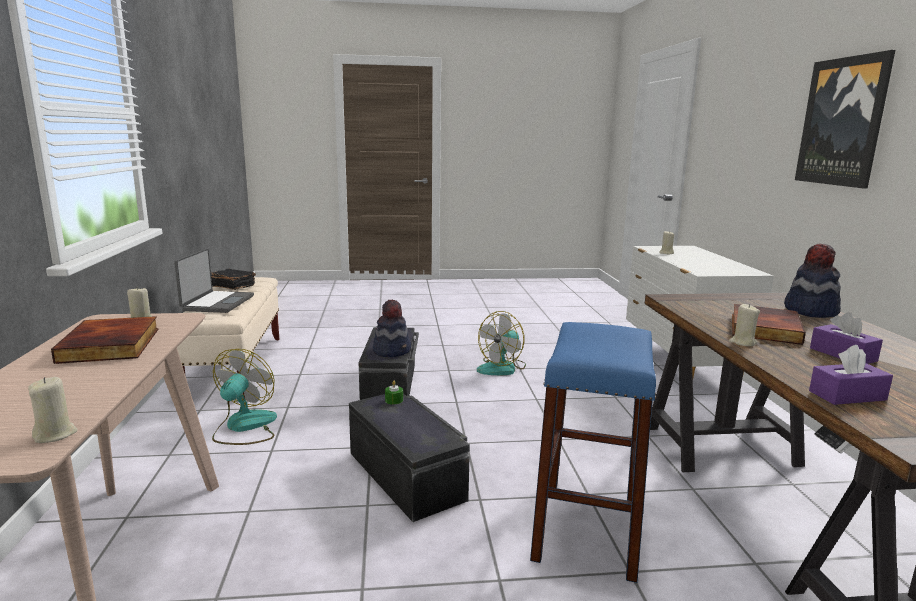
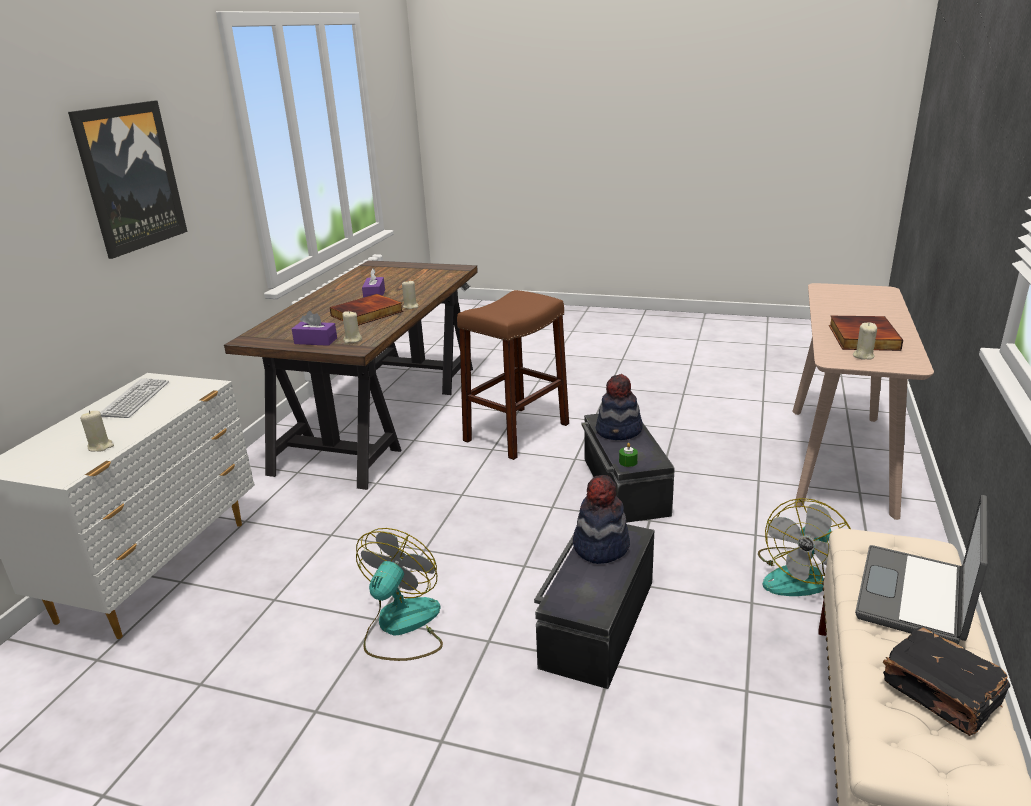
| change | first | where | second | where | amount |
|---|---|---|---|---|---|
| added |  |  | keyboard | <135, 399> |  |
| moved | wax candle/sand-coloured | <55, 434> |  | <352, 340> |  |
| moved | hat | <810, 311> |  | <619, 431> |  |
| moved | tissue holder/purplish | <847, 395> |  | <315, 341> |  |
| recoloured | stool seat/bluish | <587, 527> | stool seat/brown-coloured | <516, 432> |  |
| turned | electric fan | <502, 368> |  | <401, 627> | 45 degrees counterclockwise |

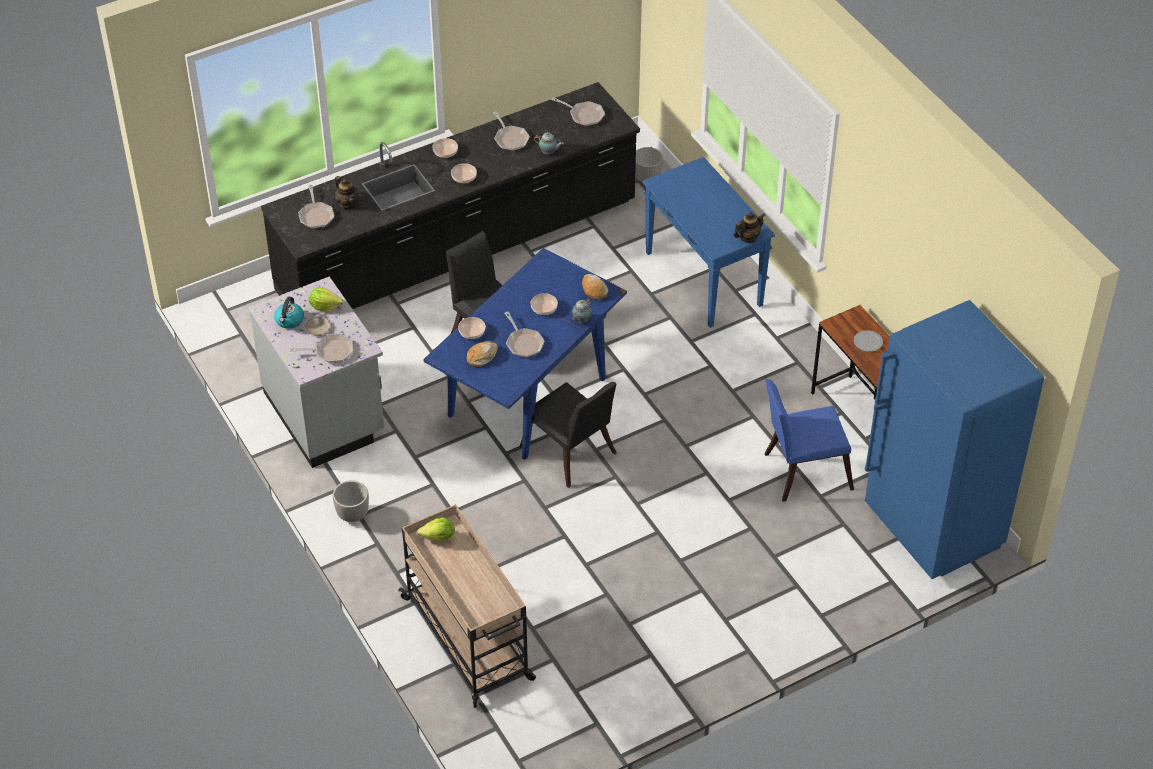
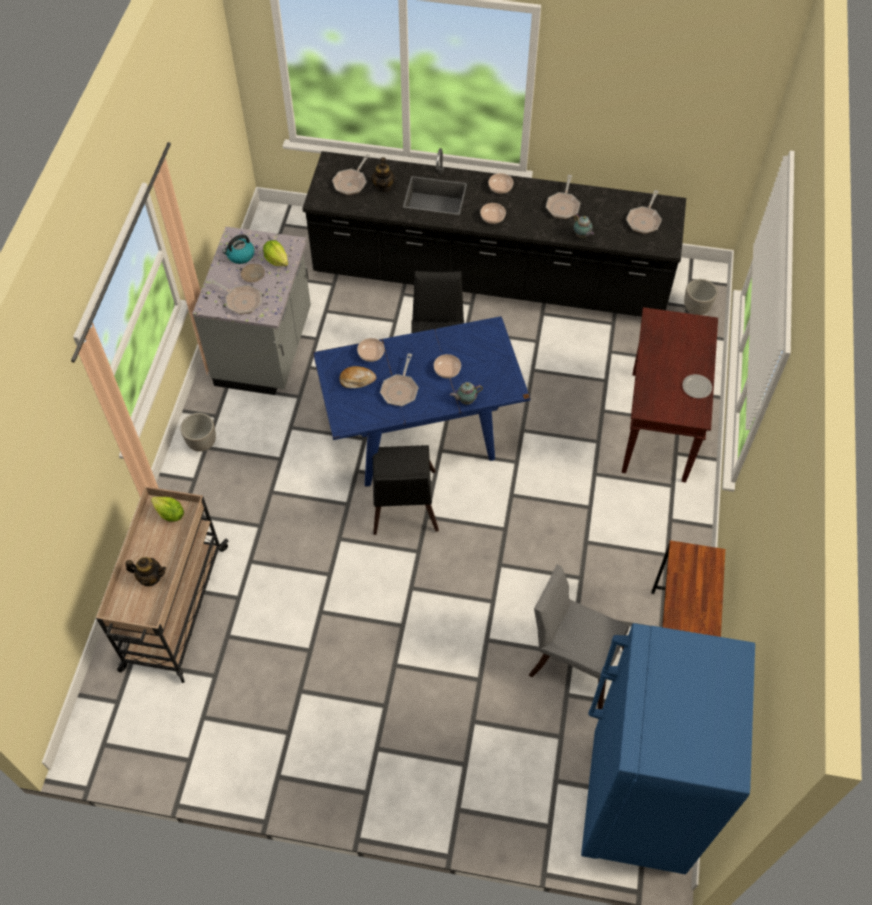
| change | first | where | second | where | amount |
|---|---|---|---|---|---|
| removed | baked bread | <594, 290> |  |  |  |
| moved | teapot | <748, 237> |  | <150, 577> |  |
| moved | plate | <867, 342> |  | <696, 387> |  |
| recoloured | narrow table/bluish | <704, 280> | narrow table/brown-coloured | <658, 427> |  |
| recoloured | chair/bluish | <802, 471> | chair/greyish | <572, 659> |  |
| turned | pan | <584, 115> |  | <644, 220> | 45 degrees clockwise |

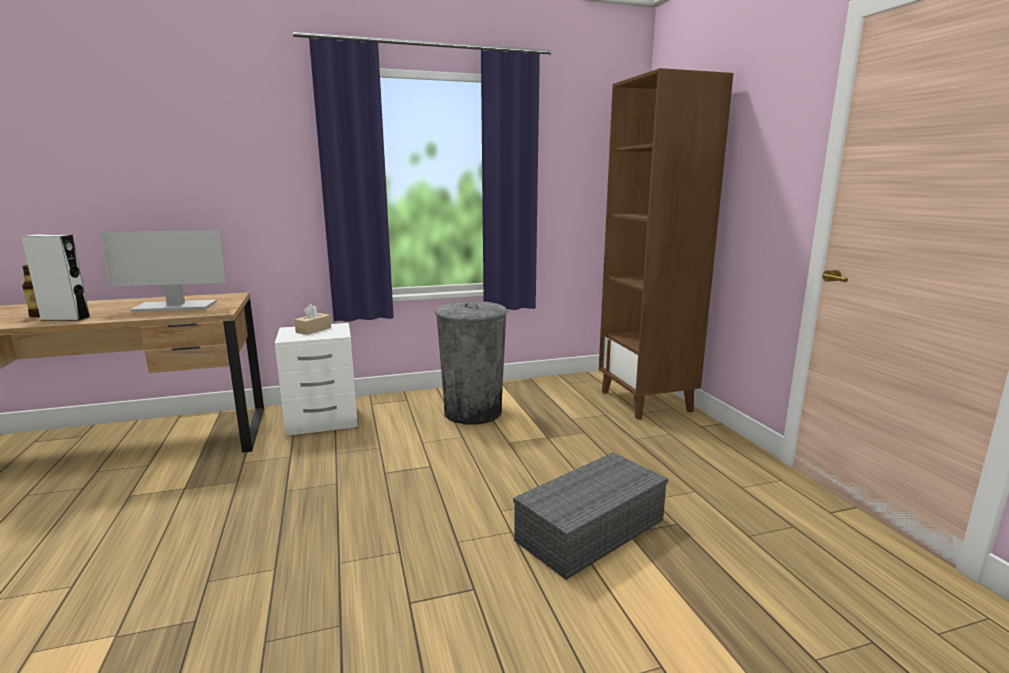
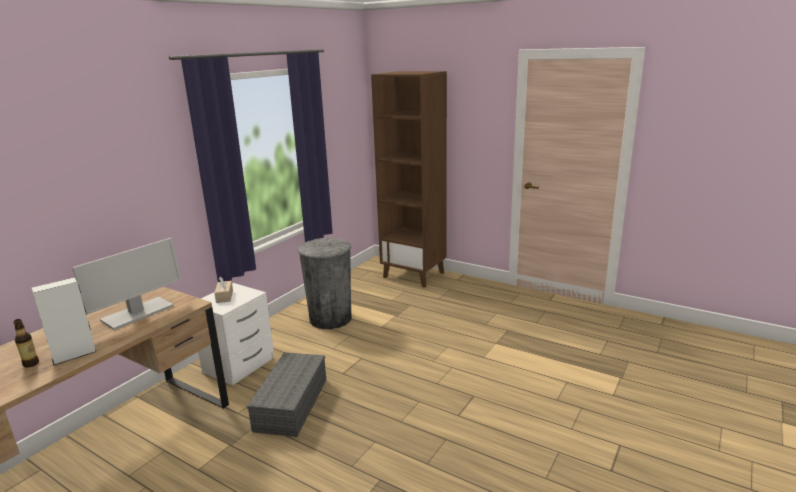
| change | first | where | second | where | amount |
|---|---|---|---|---|---|
| moved | storage box/greyish | <591, 528> |  | <291, 403> |  |

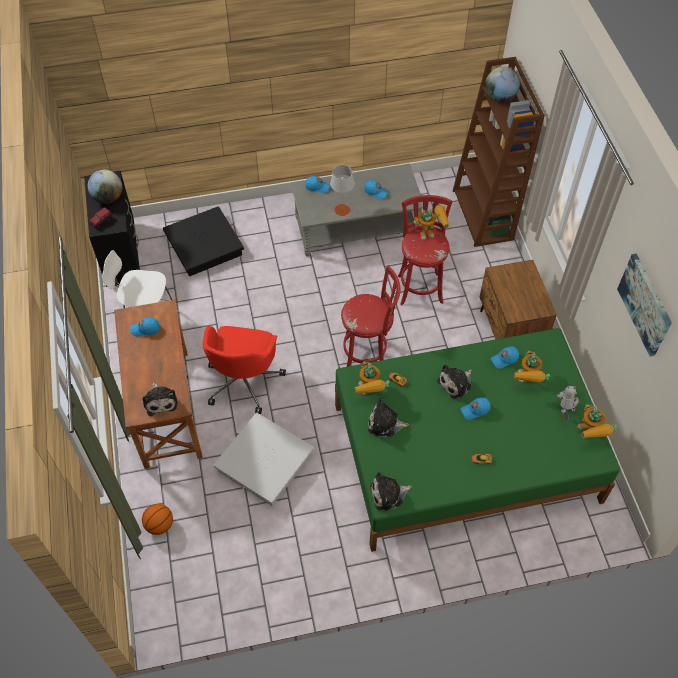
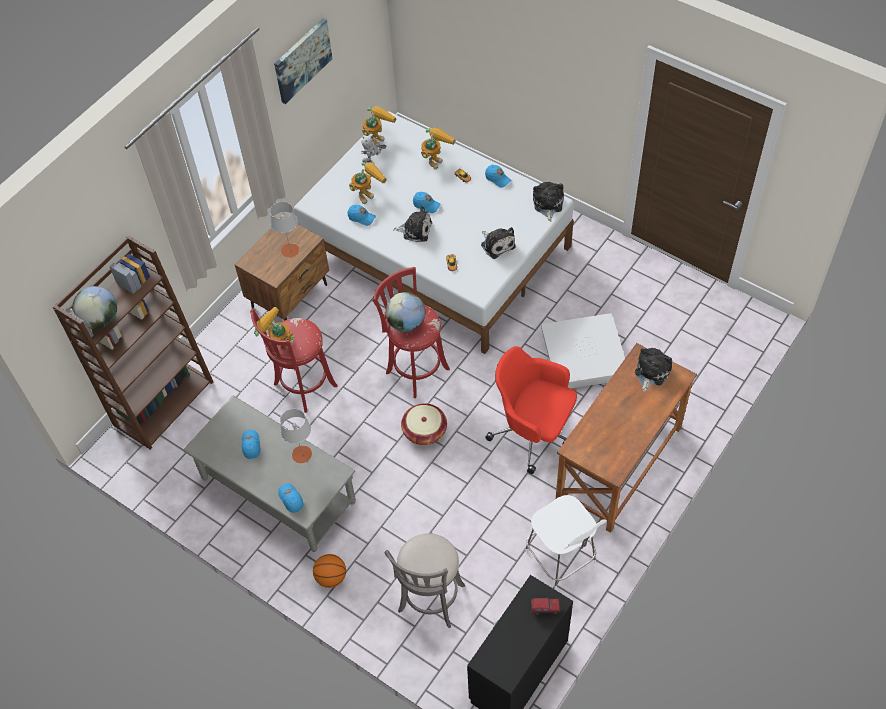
| change | first | where | second | where | amount |
|---|---|---|---|---|---|
| added |  |  | table lamp/greyish | <290, 250> |  |
| added |  |  | household basket | <424, 431> |  |
| moved | globe | <108, 198> |  | <406, 323> |  |
| moved | baseball cap/bluish | <145, 329> |  | <497, 179> |  |
| moved | basketball | <159, 525> |  | <331, 577> |  |
| moved | toy robot | <369, 392> |  | <436, 158> |  |
| replaced | storage box/black-coloured | <204, 245> | stool seat/greyish | <430, 602> |  |
| recoloured | bedroom bed/green-coloured | <465, 453> | bedroom bed/white | <436, 249> |  |
| turned | office chair/red | <244, 380> |  | <533, 432> | 120 degrees counterclockwise |
| turned | plush toy | <388, 494> |  | <547, 204> | 120 degrees counterclockwise |

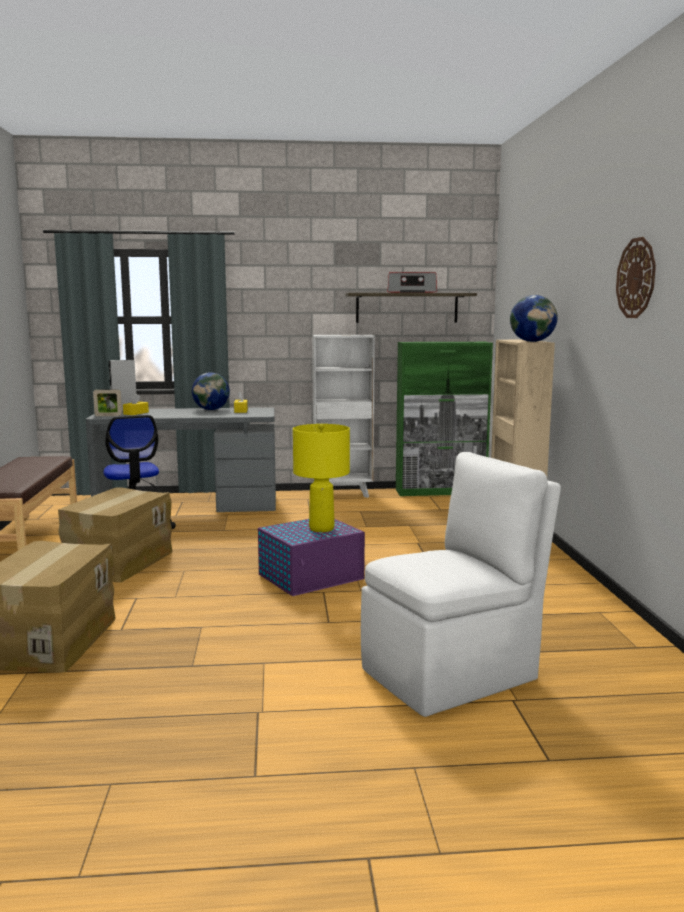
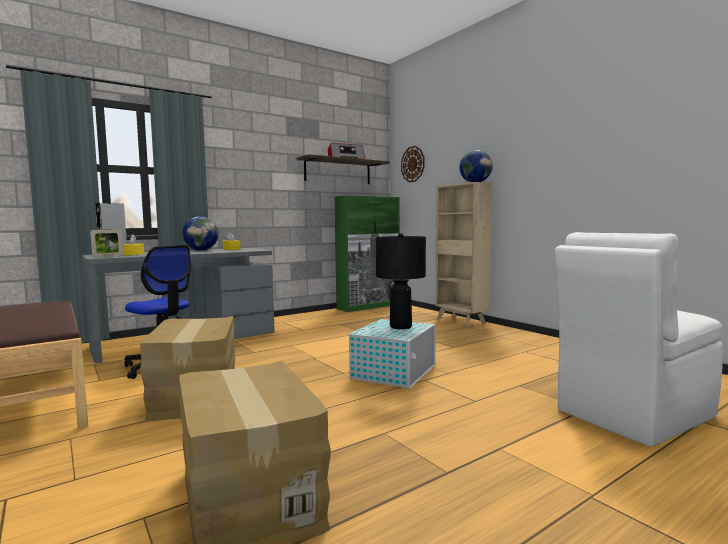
| change | first | where | second | where | amount |
|---|---|---|---|---|---|
| removed | bookcase/white | <343, 494> |  |  |  |
| moved | wall clock | <636, 278> |  | <412, 164> |  |
| recoloured | storage box/purplish | <312, 577> | storage box/white | <394, 371> |  |
| recoloured | table lamp/yellow-coloured | <322, 528> | table lamp/black-coloured | <401, 326> |  |
| turned | chair/white | <453, 673> |  | <631, 414> | 150 degrees counterclockwise |

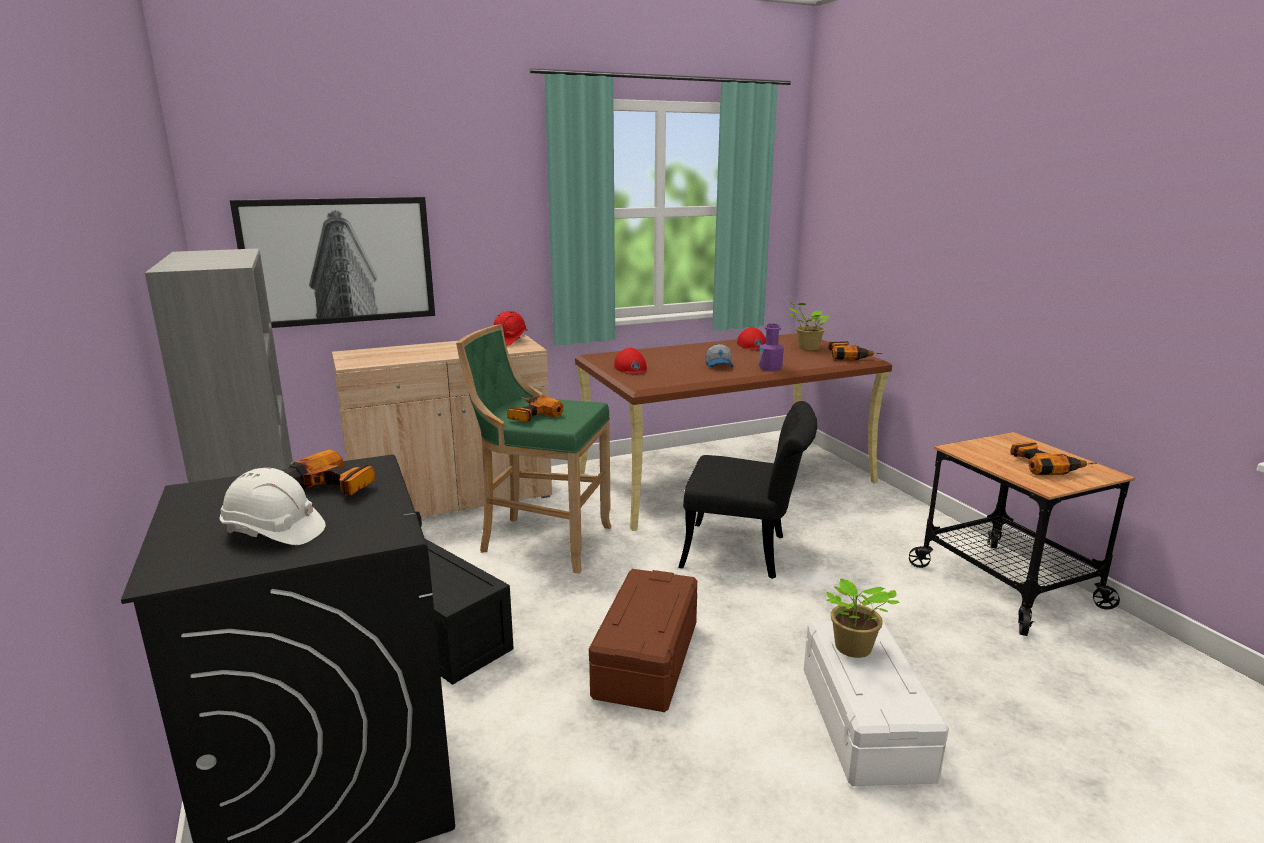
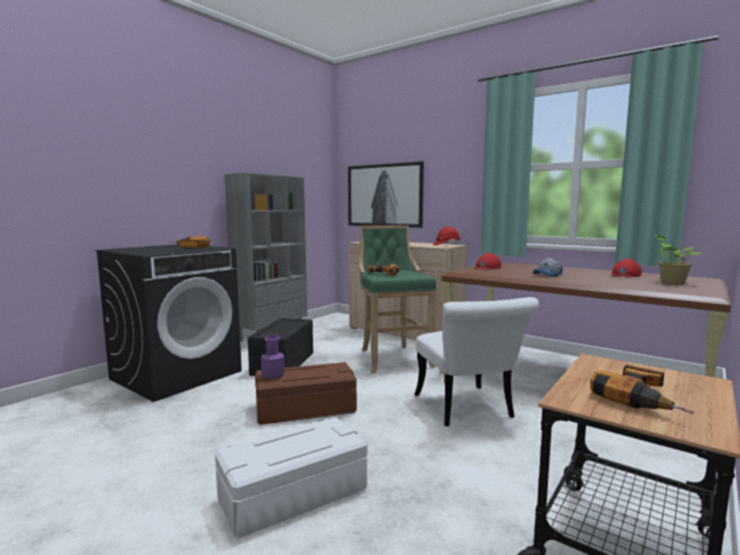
| change | first | where | second | where | amount |
|---|---|---|---|---|---|
| removed | safety helmet/white | <274, 532> |  |  |  |
| removed | potted plant | <852, 649> |  |  |  |
| removed | drill | <849, 356> |  |  |  |
| moved | drink bottle/purplish | <770, 368> |  | <273, 375> |  |
| recoloured | chair/black-coloured | <746, 553> | chair/white | <468, 410> |  |

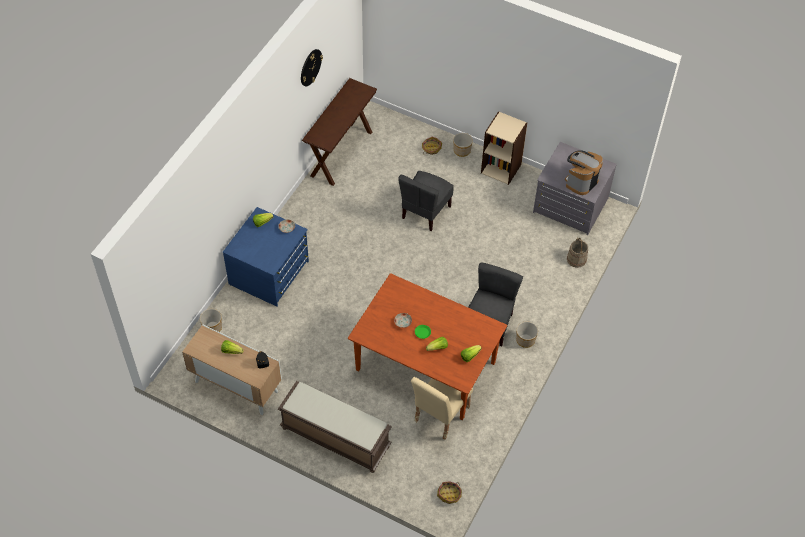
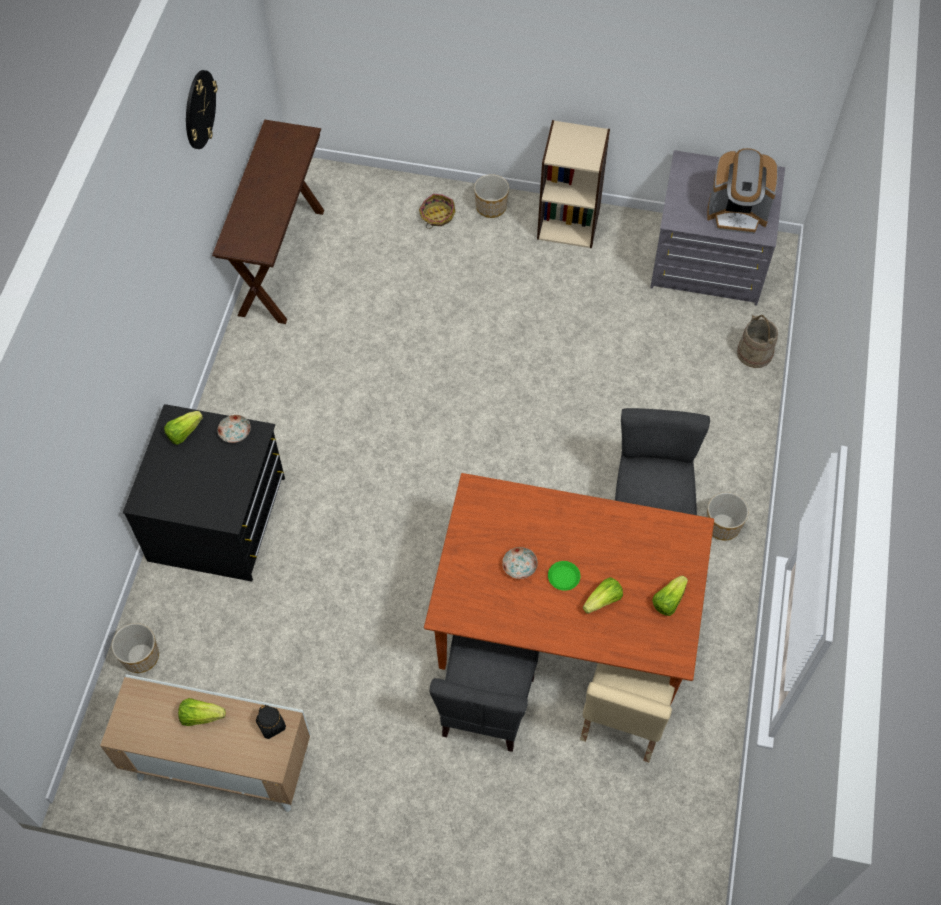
| change | first | where | second | where | amount |
|---|---|---|---|---|---|
| removed | bench/brown-coloured | <334, 437> |  |  |  |
| removed | household basket | <449, 494> |  |  |  |
| moved | chair/greyish | <425, 212> |  | <486, 707> |  |
| recoloured | chest of drawers/bluish | <270, 273> | chest of drawers/black-coloured | <219, 519> |  |
| turned | coffee brewer | <581, 181> |  | <737, 213> | 105 degrees counterclockwise |

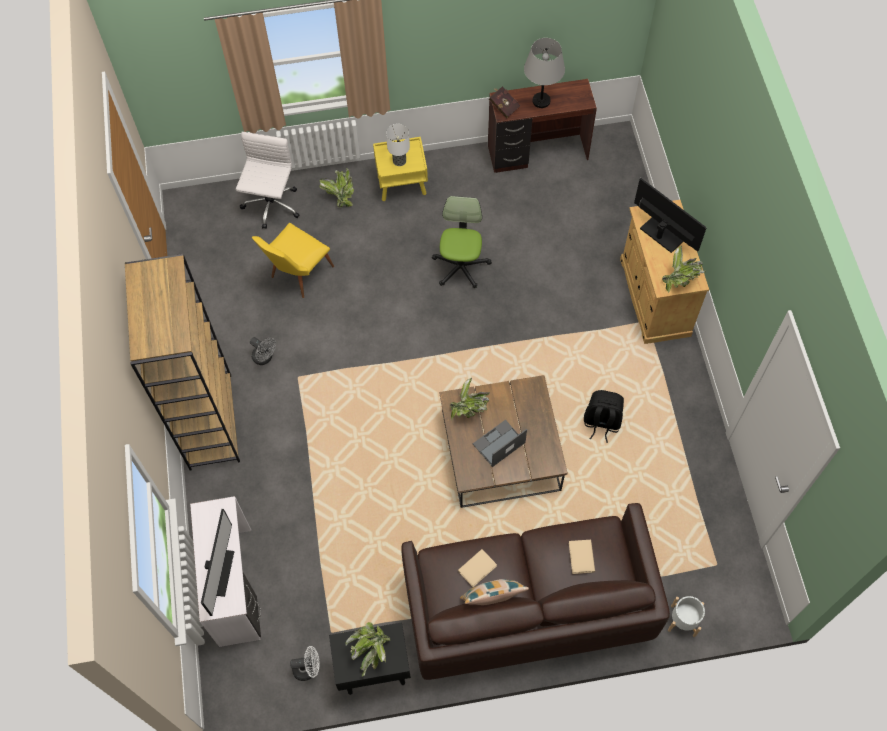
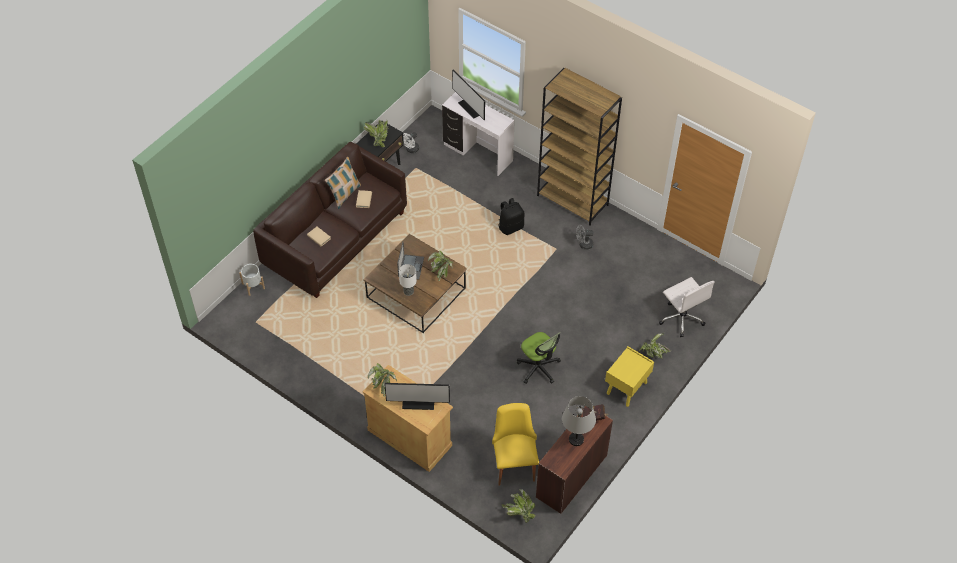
| change | first | where | second | where | amount |
|---|---|---|---|---|---|
| added |  |  | potted plant | <519, 512> |  |
| moved | chair/yellow-coloured | <297, 275> |  | <514, 461> |  |
| moved | table lamp | <399, 161> |  | <409, 291> |  |
| moved | rucksack/black-coloured | <601, 422> |  | <511, 227> |  |

